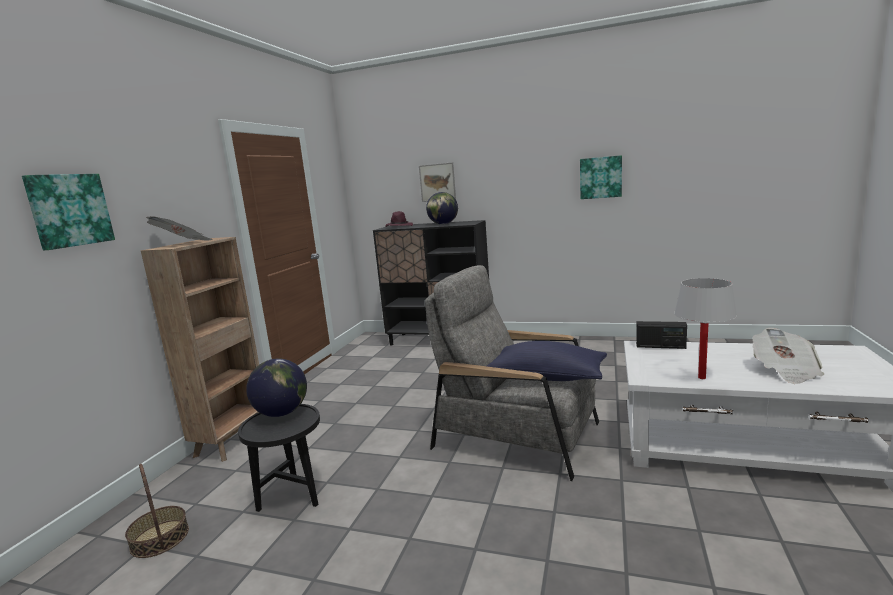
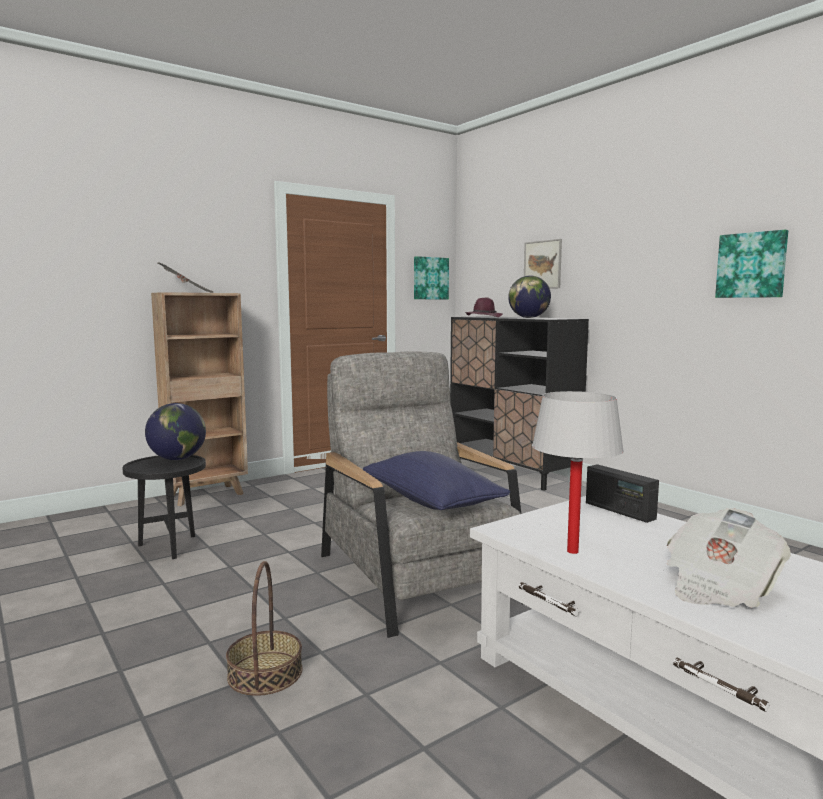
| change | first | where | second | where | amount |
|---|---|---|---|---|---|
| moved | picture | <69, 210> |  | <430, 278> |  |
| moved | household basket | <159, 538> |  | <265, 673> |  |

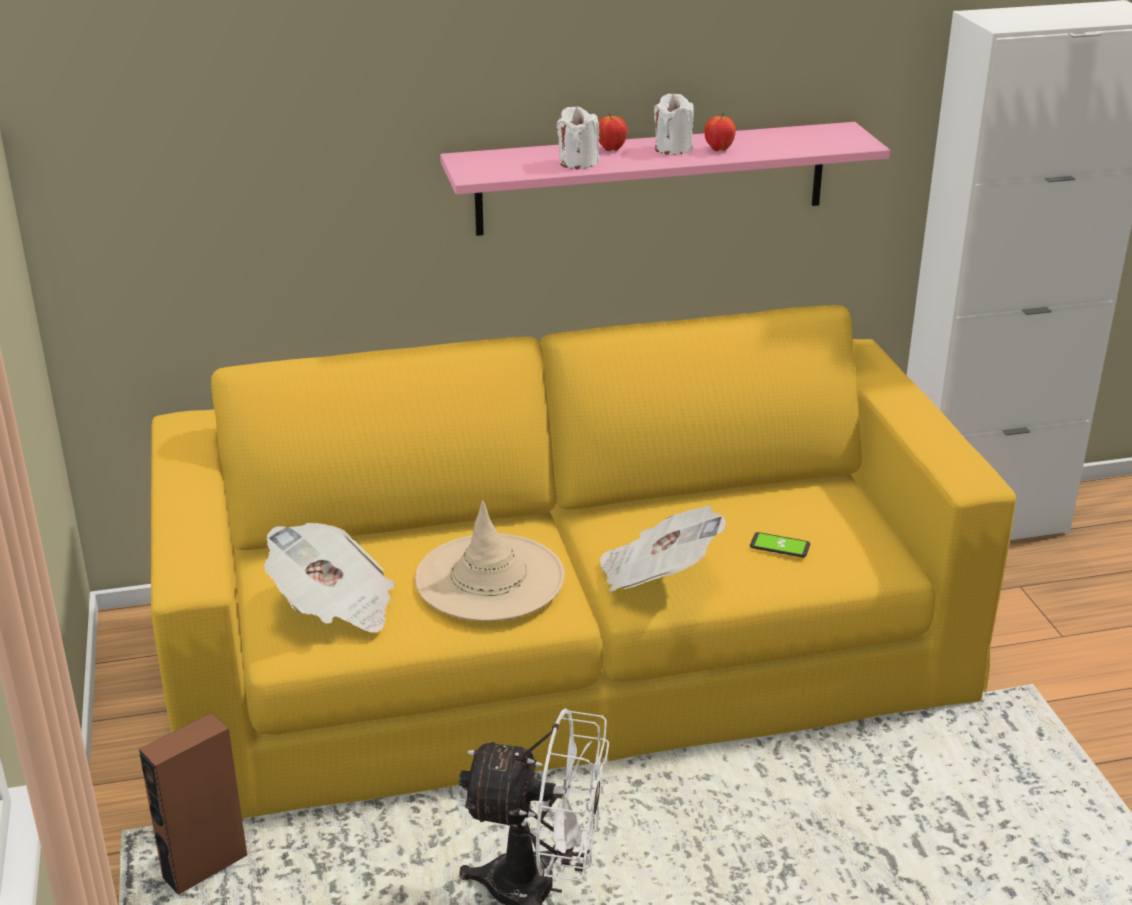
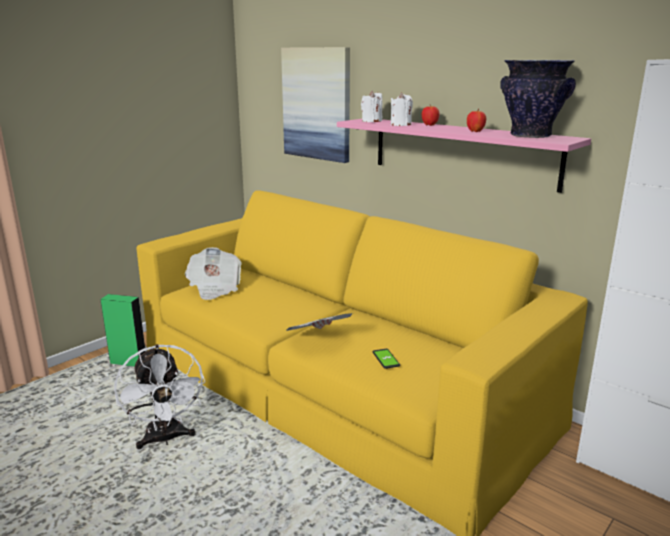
| change | first | where | second | where | amount |
|---|---|---|---|---|---|
| removed | hat/sand-coloured | <490, 578> |  |  |  |
| added |  |  | picture | <317, 104> |  |
| added |  |  | flower vase | <531, 136> |  |
| moved | wax candle/white | <673, 149> |  | <371, 121> |  |
| recoloured | loudspeaker/brown-coloured | <205, 867> | loudspeaker/green-coloured | <128, 362> |  |

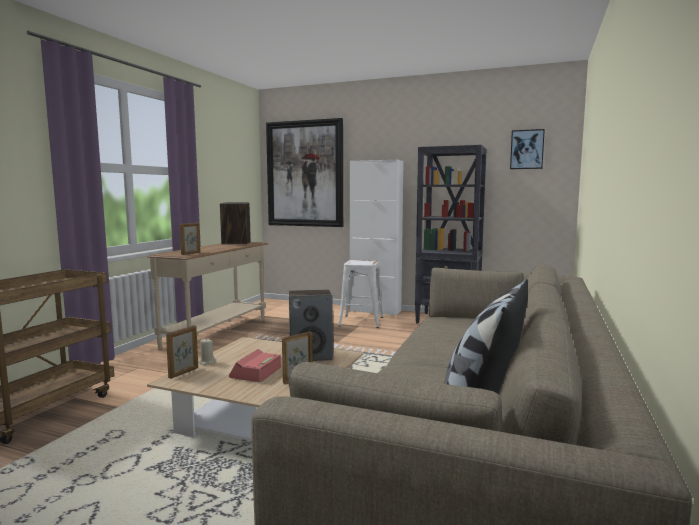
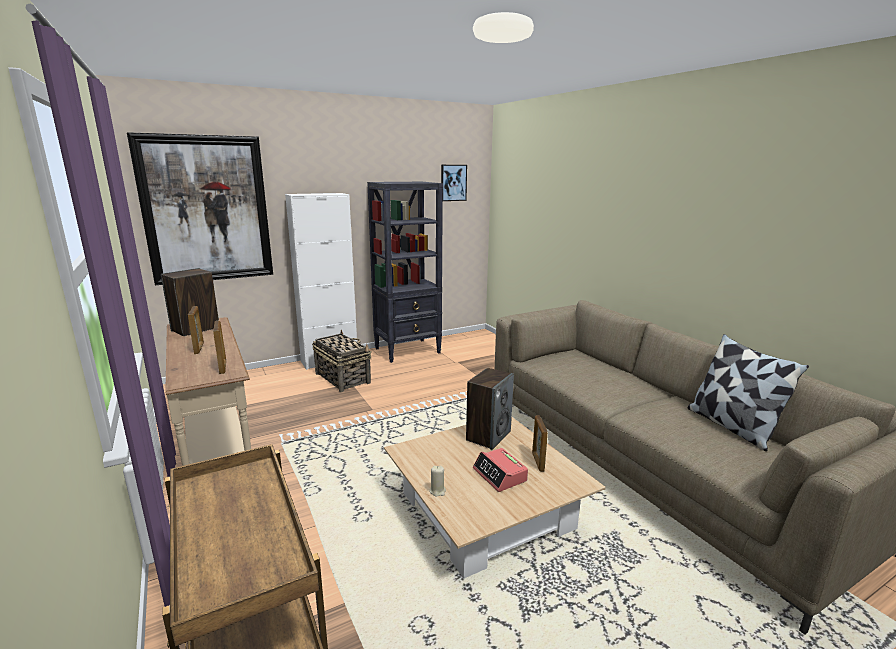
| change | first | where | second | where | amount |
|---|---|---|---|---|---|
| moved | standing frame | <184, 373> |  | <199, 348> |  |
| replaced | stool seat/white | <360, 321> | household basket | <342, 378> |  |

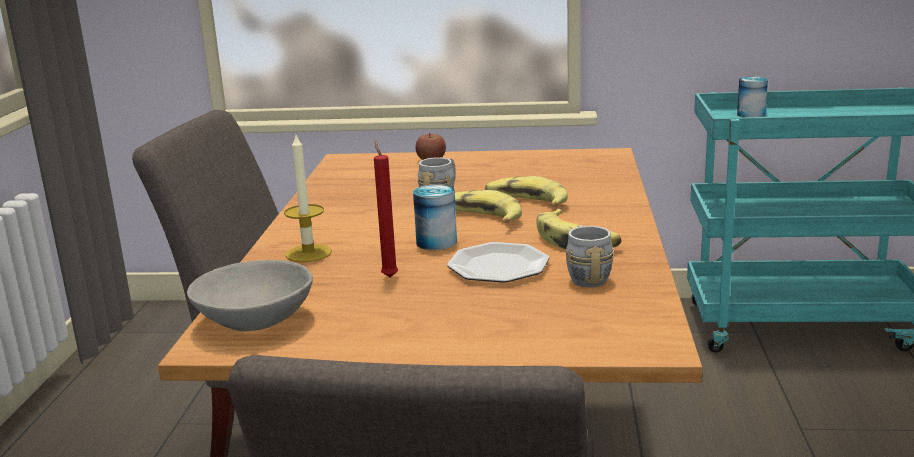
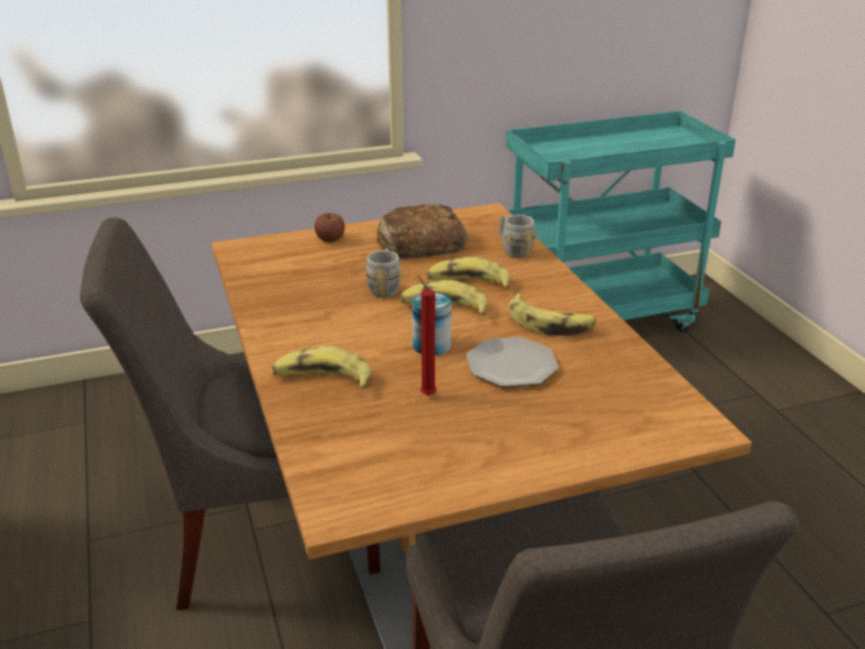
| change | first | where | second | where | amount |
|---|---|---|---|---|---|
| removed | bowl/greyish | <255, 321> |  |  |  |
| removed | sealed can | <751, 115> |  |  |  |
| added |  |  | baked bread | <419, 243> |  |
| moved | coffee mug/greyish | <586, 276> |  | <513, 250> |  |
| replaced | wax candle | <308, 253> | whole banana | <322, 379> |  |

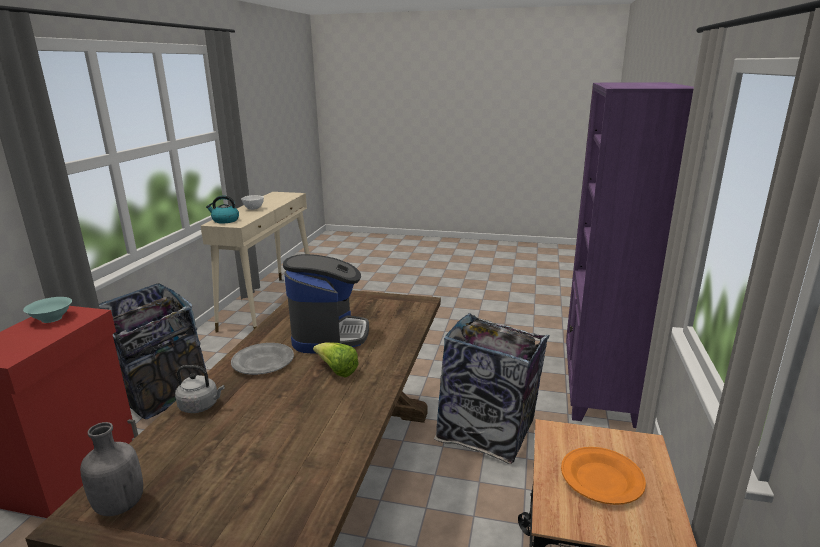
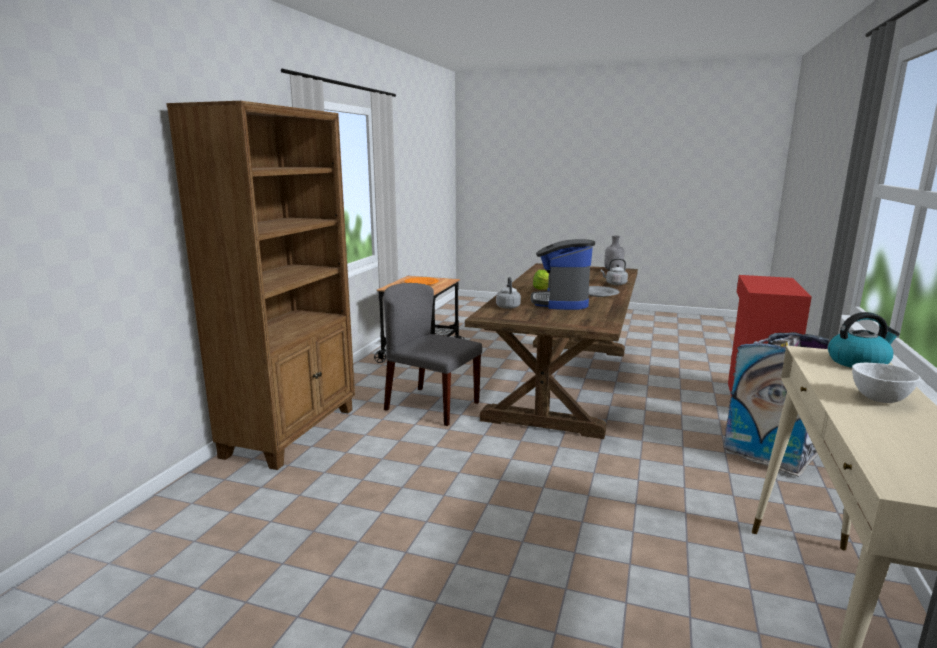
| change | first | where | second | where | amount |
|---|---|---|---|---|---|
| removed | bowl/turquoise-coloured | <51, 318> |  |  |  |
| added |  |  | tea kettle/greyish | <508, 307> |  |
| replaced | waste bin | <488, 433> | chair/greyish | <431, 406> |  |
| recoloured | bookcase/purplish | <599, 387> | bookcase/brown-coloured | <292, 432> |  |

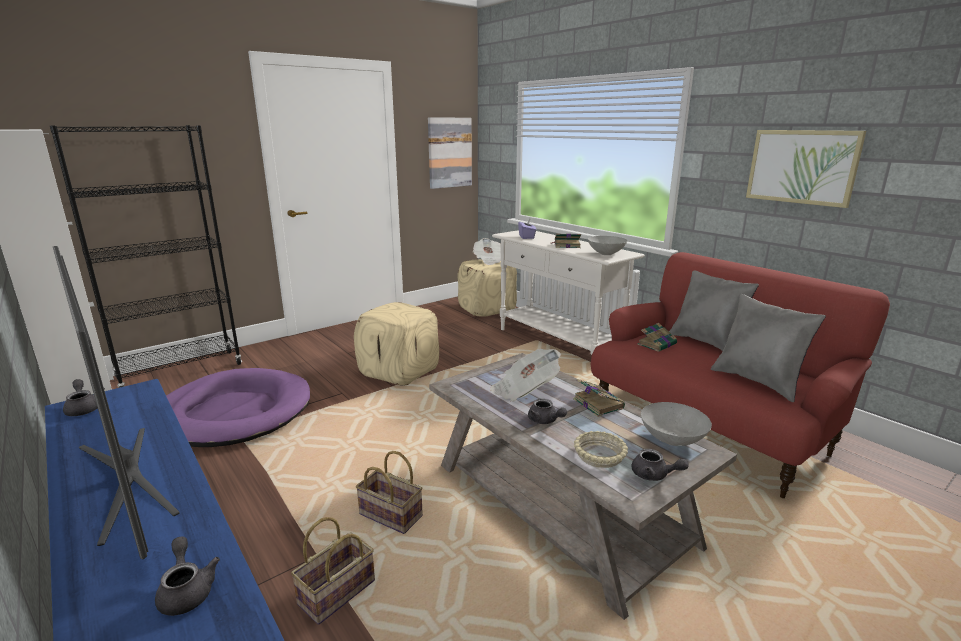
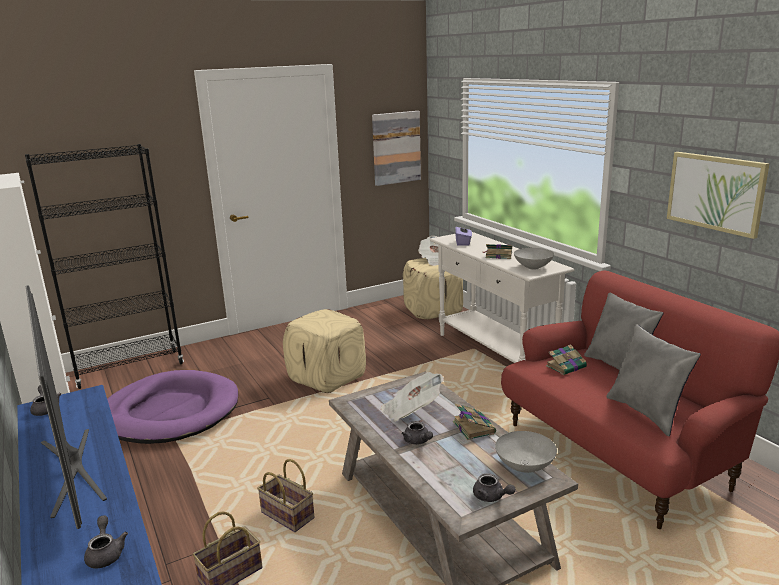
| change | first | where | second | where | amount |
|---|---|---|---|---|---|
| removed | bowl/sand-coloured | <600, 454> |  |  |  |

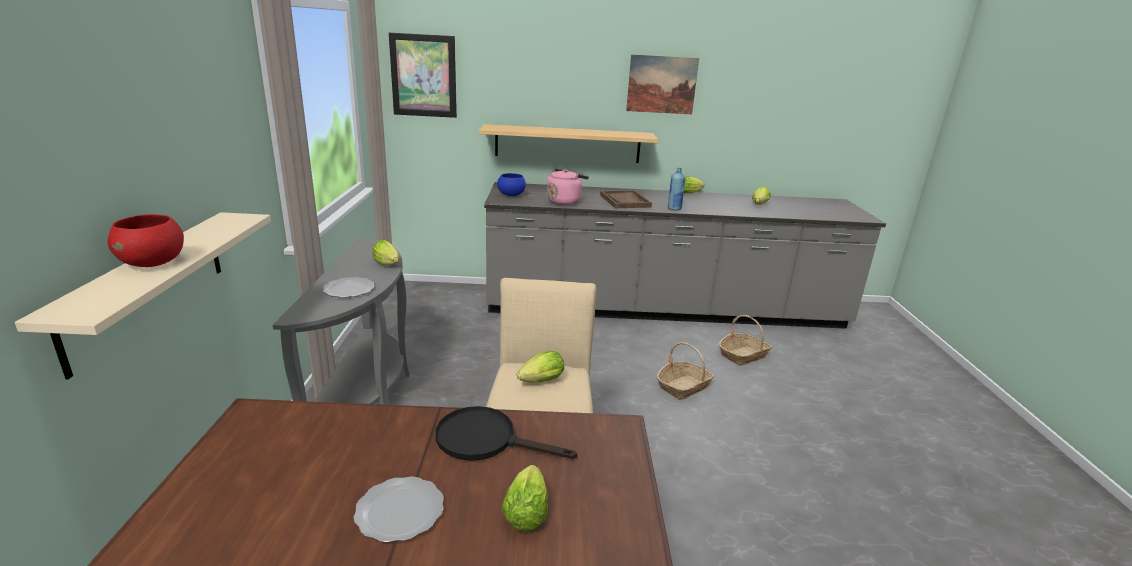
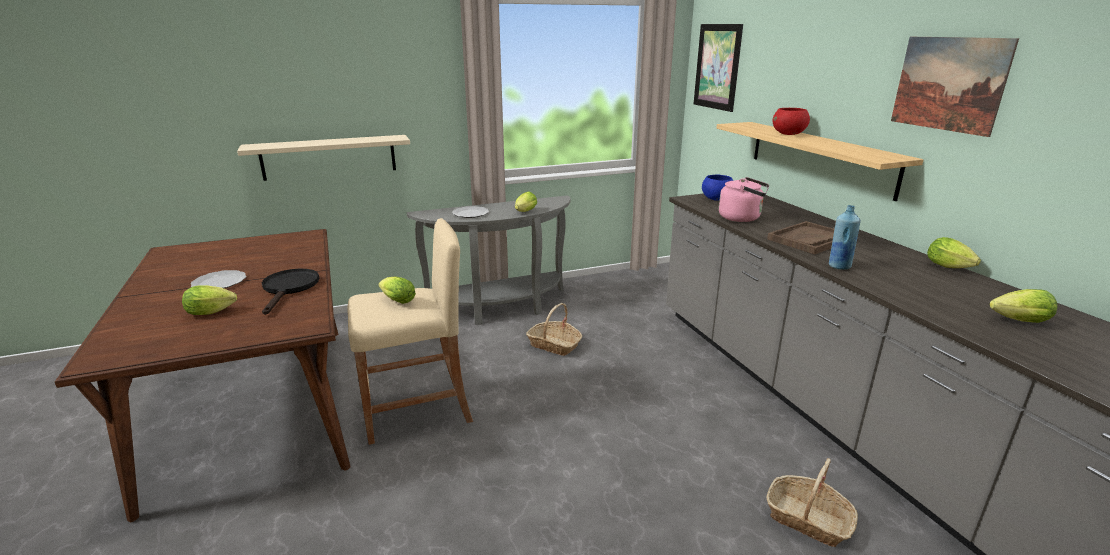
| change | first | where | second | where | amount |
|---|---|---|---|---|---|
| moved | bowl/red | <153, 263> |  | <789, 134> |  |
| moved | household basket | <683, 386> |  | <554, 345> |  |

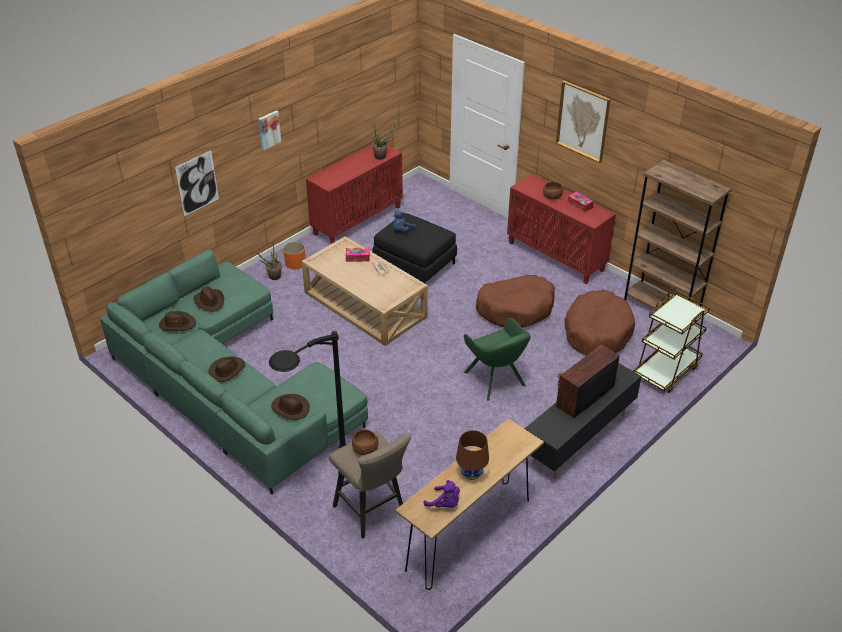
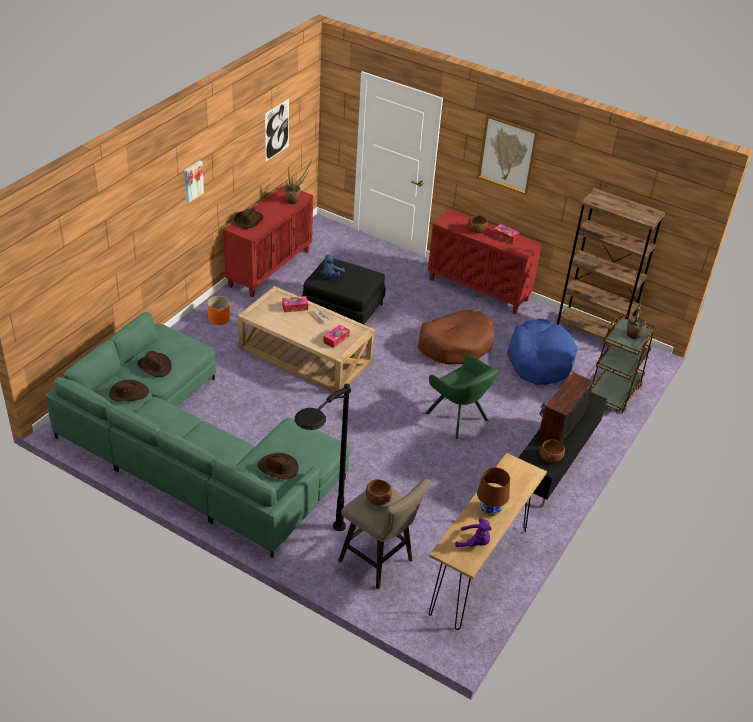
| change | first | where | second | where | amount |
|---|---|---|---|---|---|
| added |  |  | tissue holder | <336, 339> |  |
| added |  |  | bowl/brown-coloured | <551, 458> |  |
| moved | picture | <197, 183> |  | <277, 130> |  |
| moved | hat/brown-coloured | <227, 370> |  | <249, 220> |  |
| moved | potted plant | <273, 278> |  | <632, 336> |  |
| recoloured | dog bed/brown-coloured | <597, 332> | dog bed/bluish | <540, 360> |  |

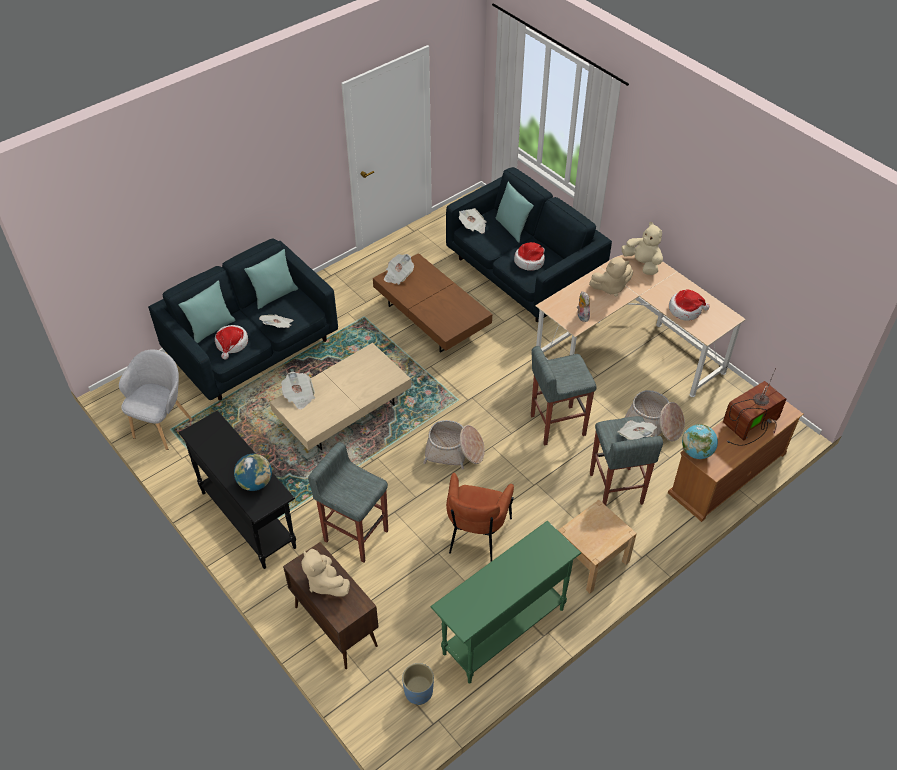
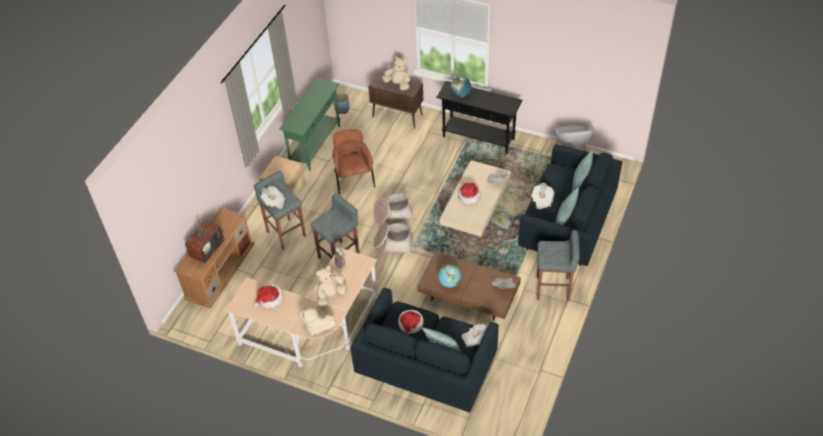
| change | first | where | second | where | amount |
|---|---|---|---|---|---|
| moved | hat | <232, 344> |  | <469, 196> |  |
| moved | stool seat/greyish | <355, 534> |  | <553, 289> |  |
| moved | household basket | <653, 424> |  | <393, 243> |  |
| moved | globe | <696, 452> |  | <449, 283> |  |

